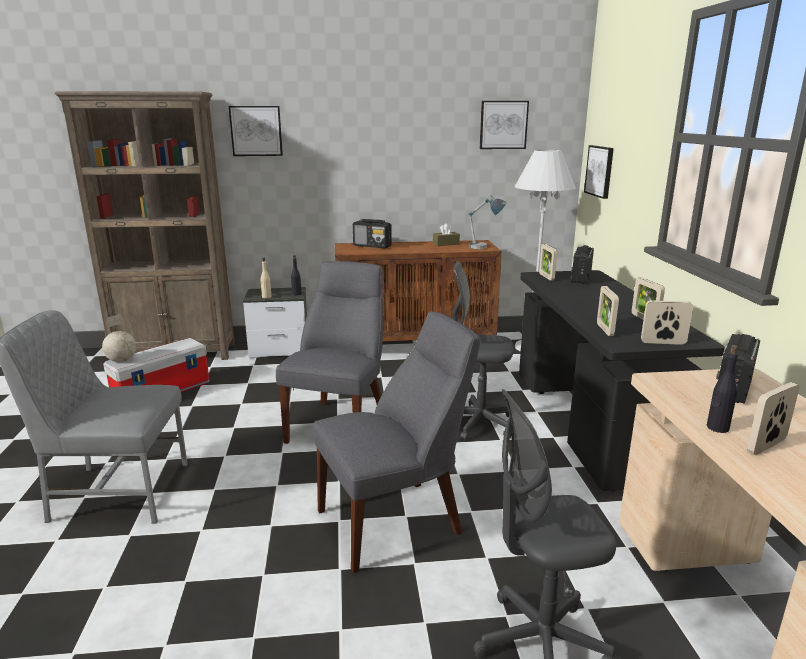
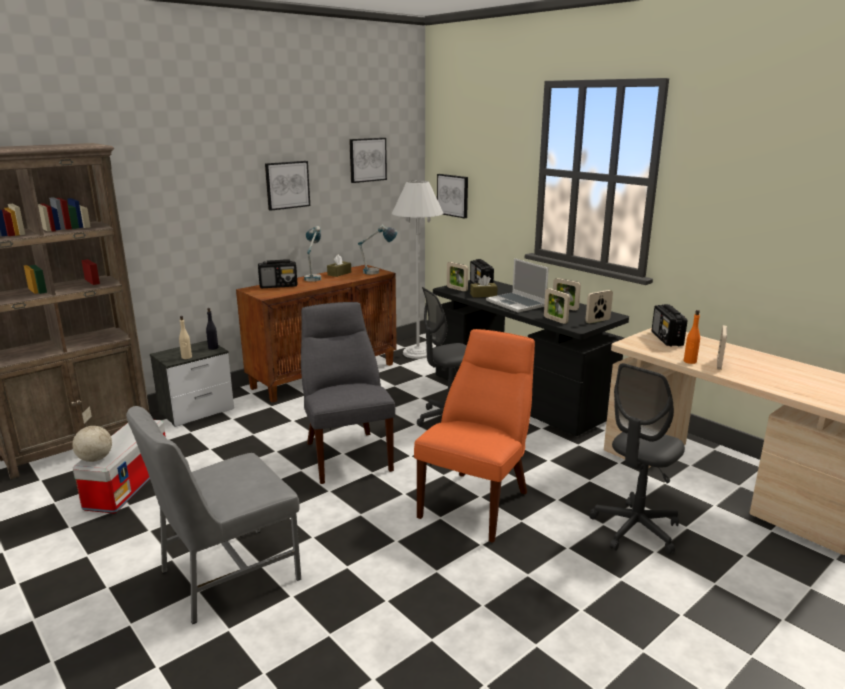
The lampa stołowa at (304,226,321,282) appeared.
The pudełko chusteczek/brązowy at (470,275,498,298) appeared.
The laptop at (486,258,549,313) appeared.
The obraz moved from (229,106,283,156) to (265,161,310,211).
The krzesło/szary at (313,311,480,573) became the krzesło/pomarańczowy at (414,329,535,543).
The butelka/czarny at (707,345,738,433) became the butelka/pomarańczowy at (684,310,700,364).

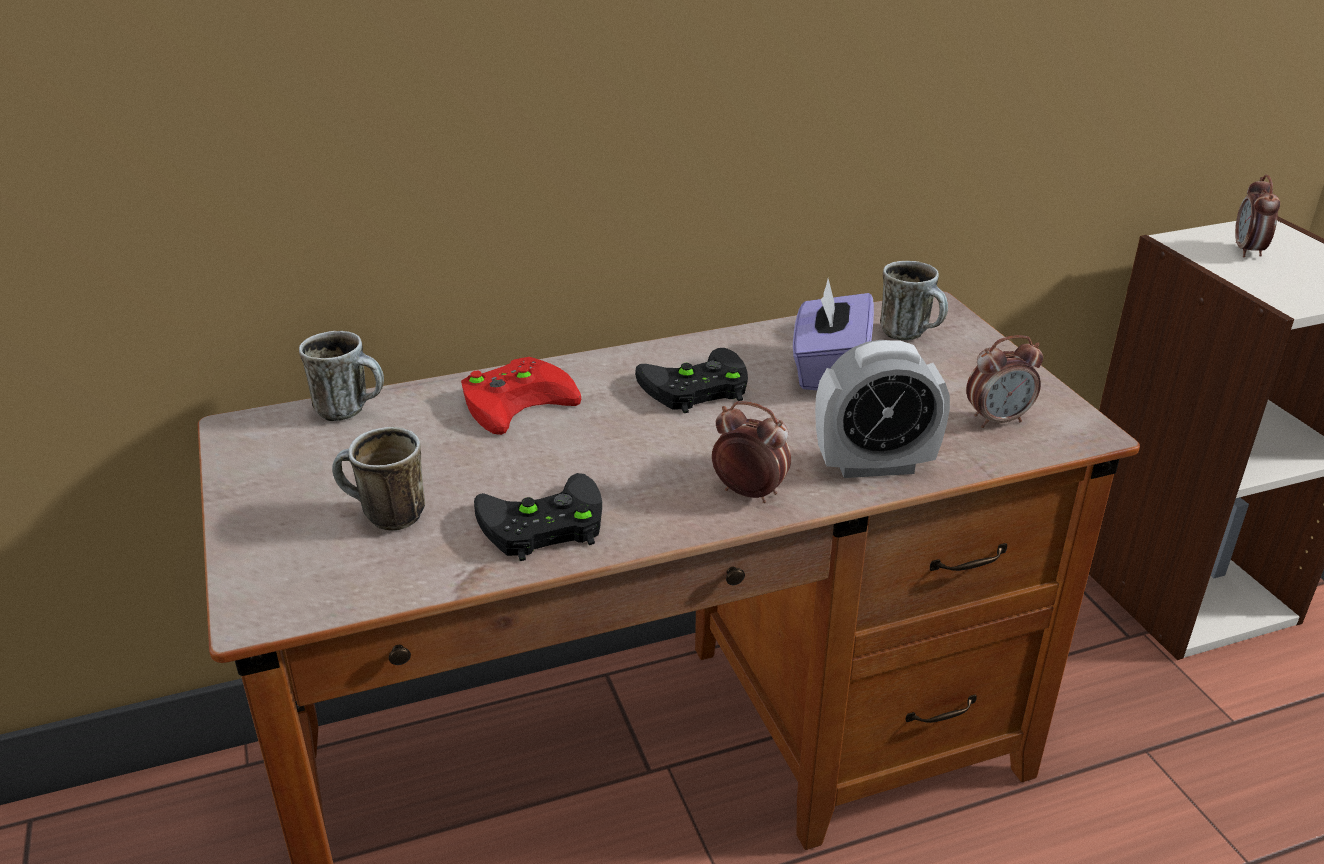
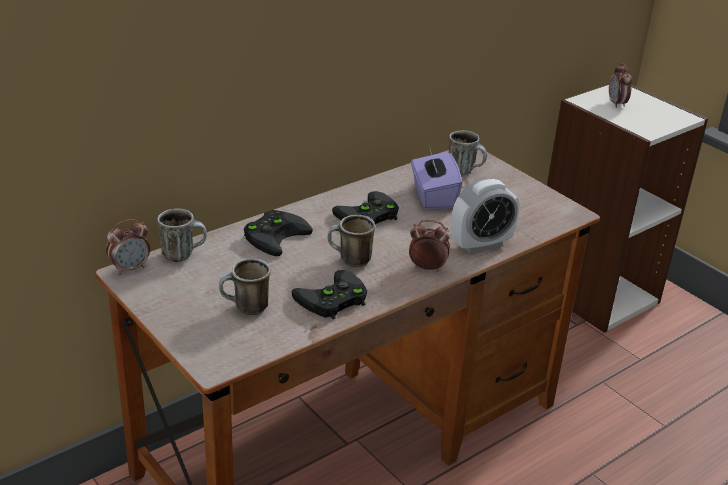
The kubek at (327,215,375,268) appeared.
The budzik moved from (966,335,1043,428) to (106,219,150,275).
The pad do gier/czerwony at (461,357,581,435) became the pad do gier/czarny at (244,210,313,256).

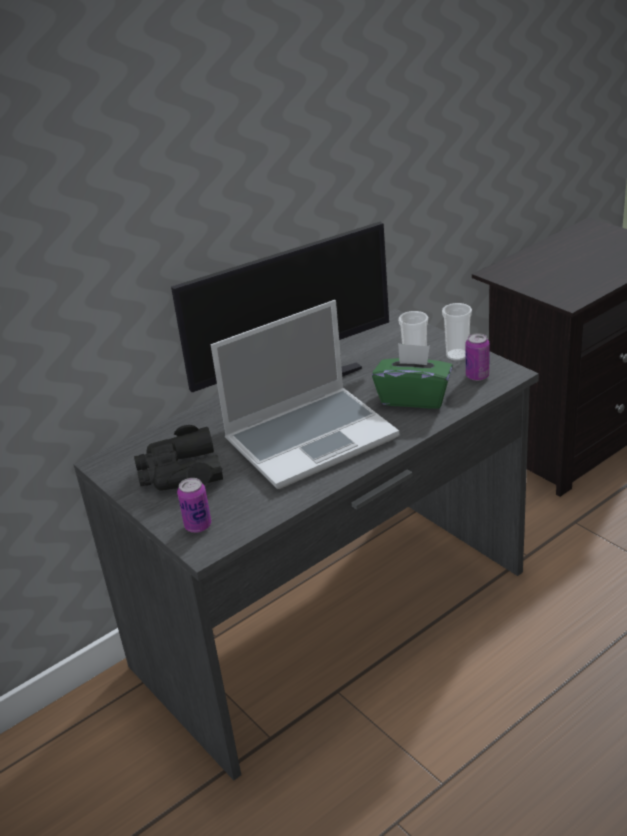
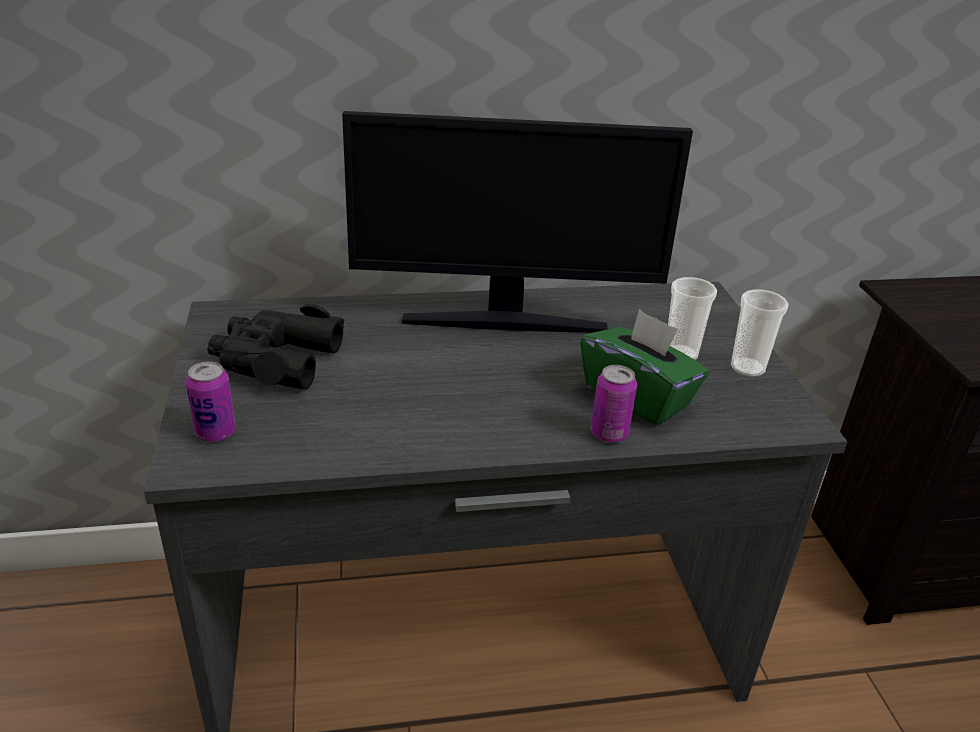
The laptop at (211,300,399,489) disappeared.
The puszka moved from (466,333,490,381) to (591,365,637,443).

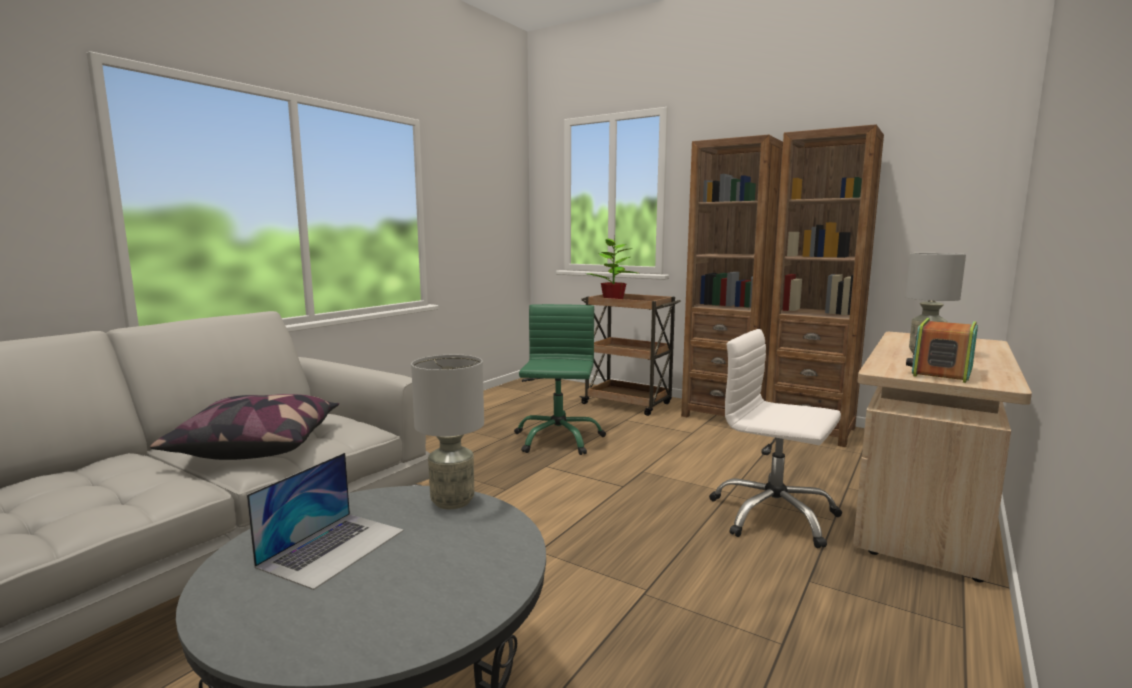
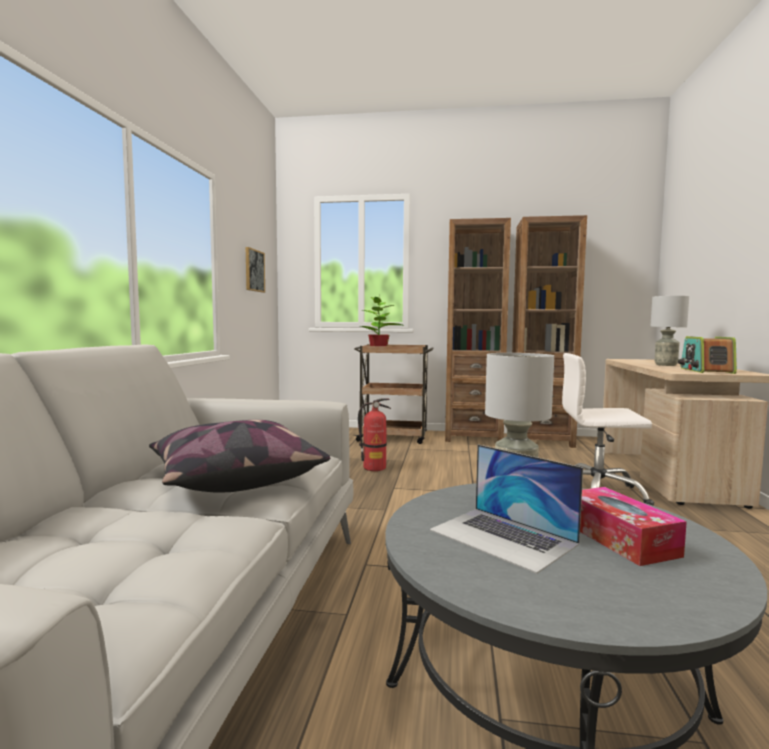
The obraz at (246,247,265,293) appeared.
The pudełko chusteczek at (580,487,687,566) appeared.
The krzesło biurowe/zielony at (514,304,606,455) was replaced by the gaśnica at (358,398,391,471).
The laptop at (247,453,404,590) turned 135 degrees clockwise.

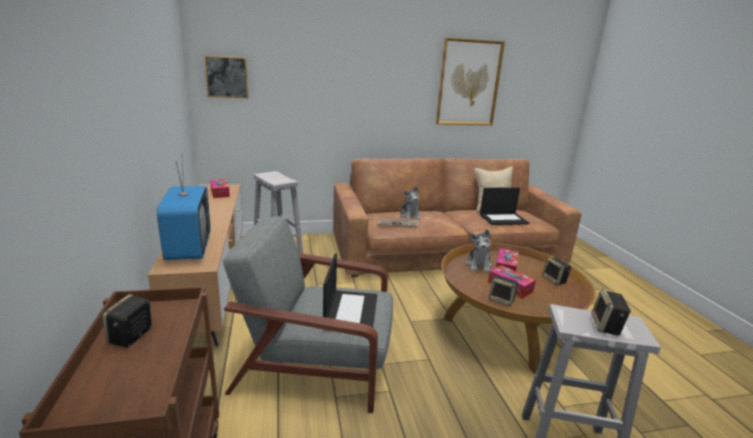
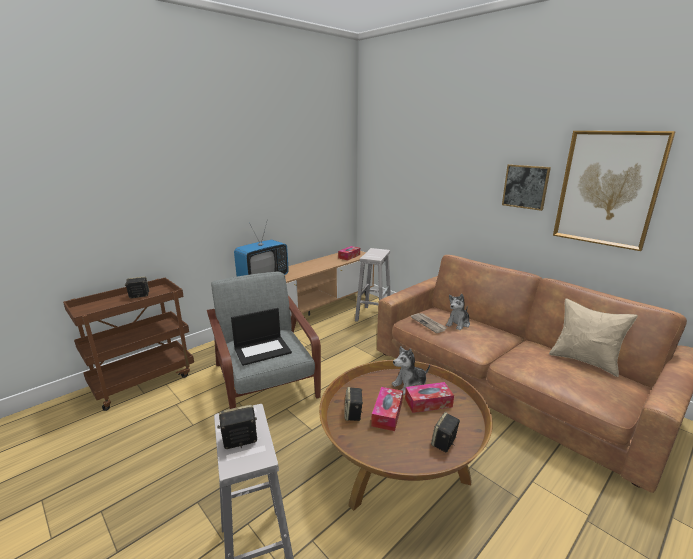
The laptop at (480,187,529,225) disappeared.
The obraz moved from (204,55,249,98) to (502,164,551,211).

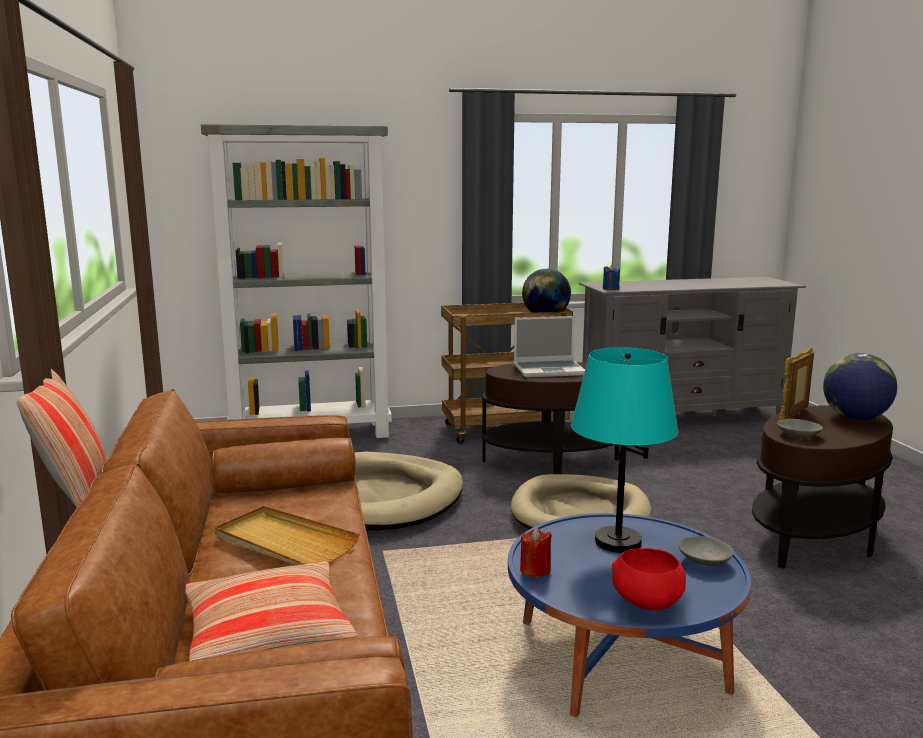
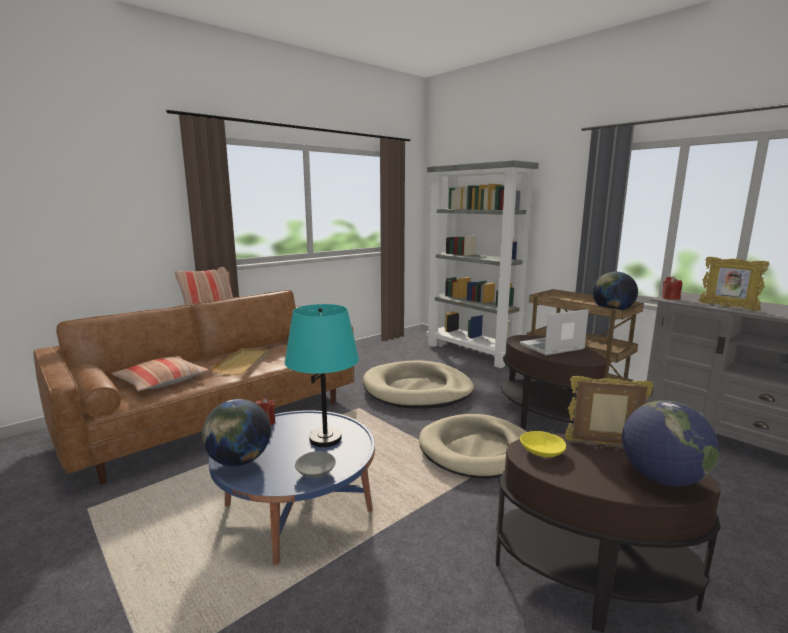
The ramka na zdjęcie at (699,257,769,311) appeared.
The miska/czerwony at (612,548,686,611) was replaced by the globus at (202,399,271,466).
The świeca/niebieski at (603,265,620,290) became the świeca/czerwony at (662,276,683,300).
The miska/szary at (777,419,823,438) became the miska/żółty at (520,431,566,457).
The laptop at (514,316,585,378) turned 105 degrees clockwise.

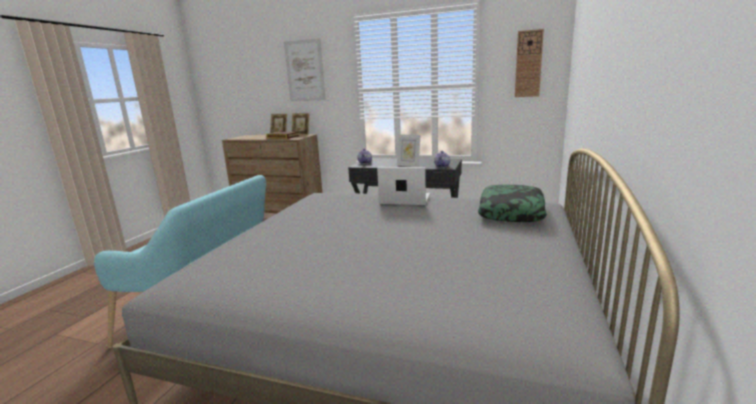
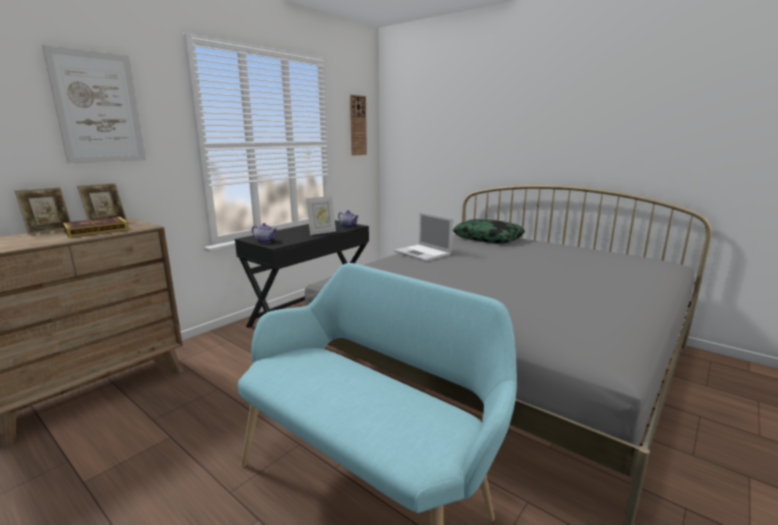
The laptop at (377,167,430,205) turned 75 degrees counterclockwise.

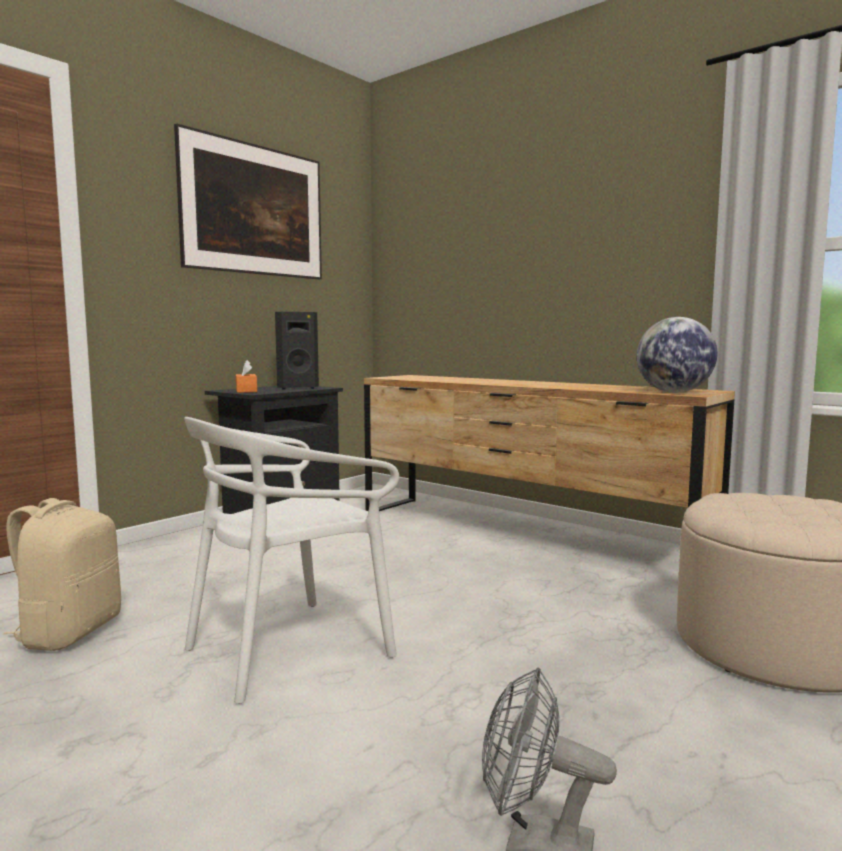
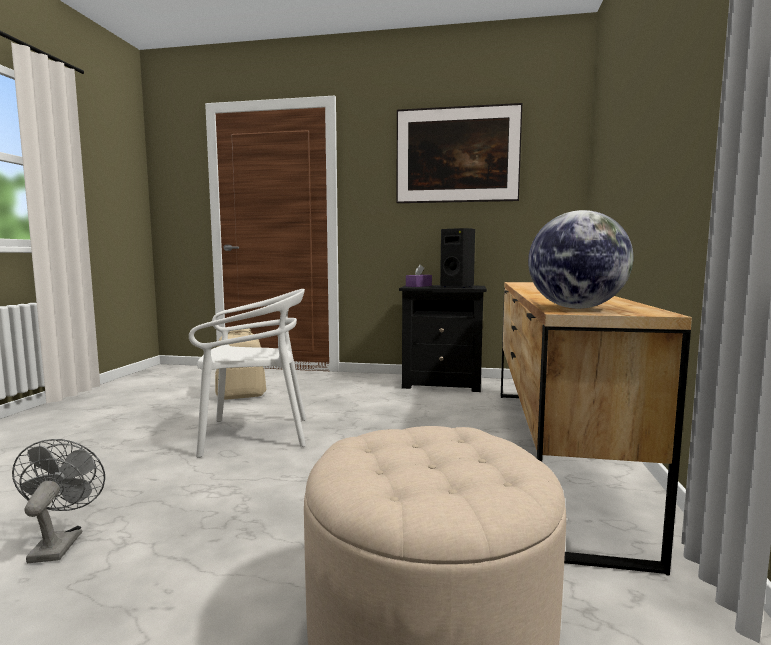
The pudełko chusteczek/pomarańczowy at (236,360,257,393) became the pudełko chusteczek/fioletowy at (406,264,432,287).
The krzesło/biały at (184,417,399,704) turned 150 degrees clockwise.

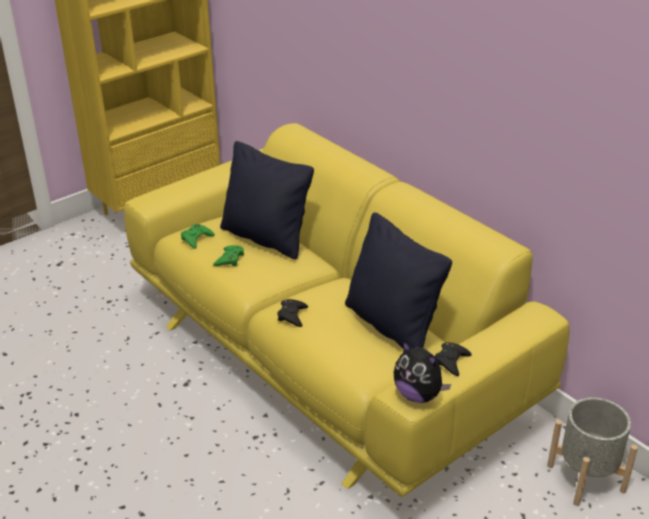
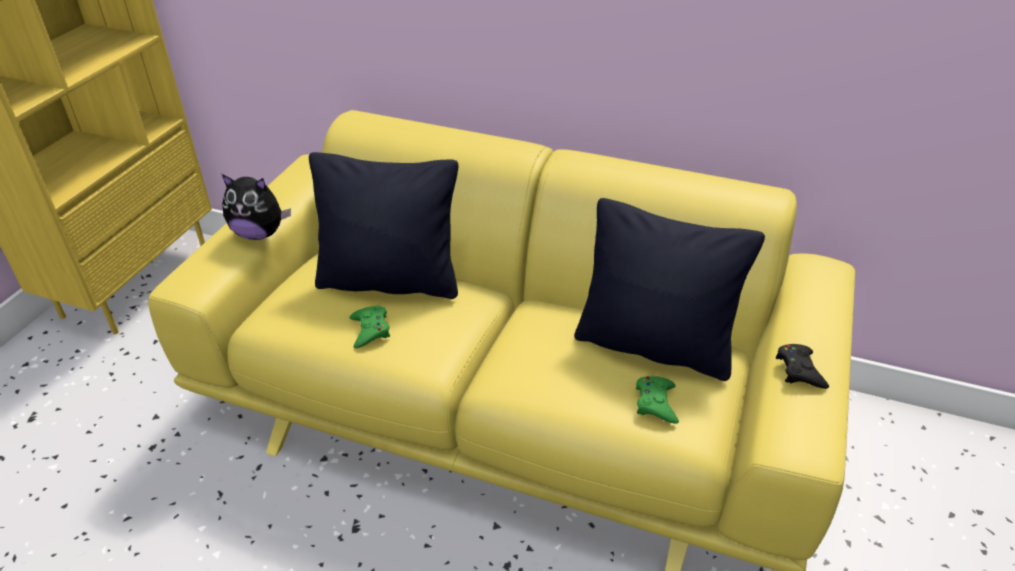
The pad do gier/czarny at (277,299,308,327) disappeared.
The donica/szary at (547,397,638,506) disappeared.
The pad do gier/zielony moved from (181,224,215,249) to (636,376,679,424).
The pluszak moved from (394,340,451,403) to (222,174,291,240).

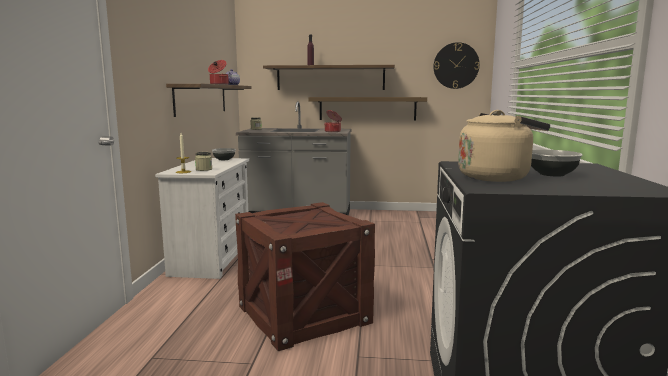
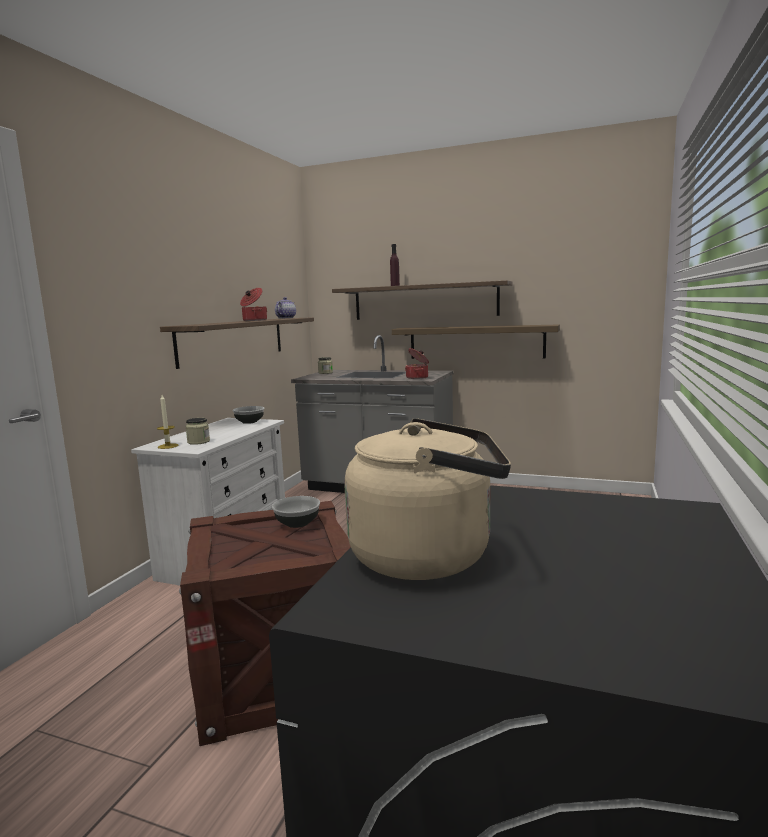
The zegar ścienny at (434,42,480,89) disappeared.
The miska moved from (531,150,583,176) to (272,496,320,528).

